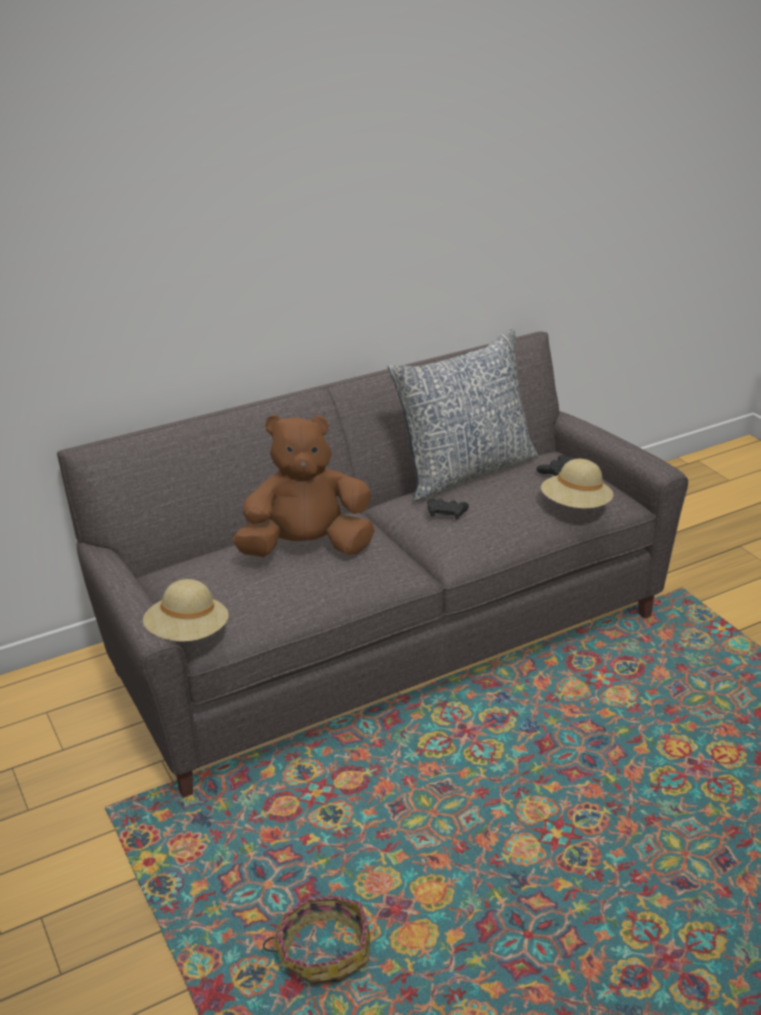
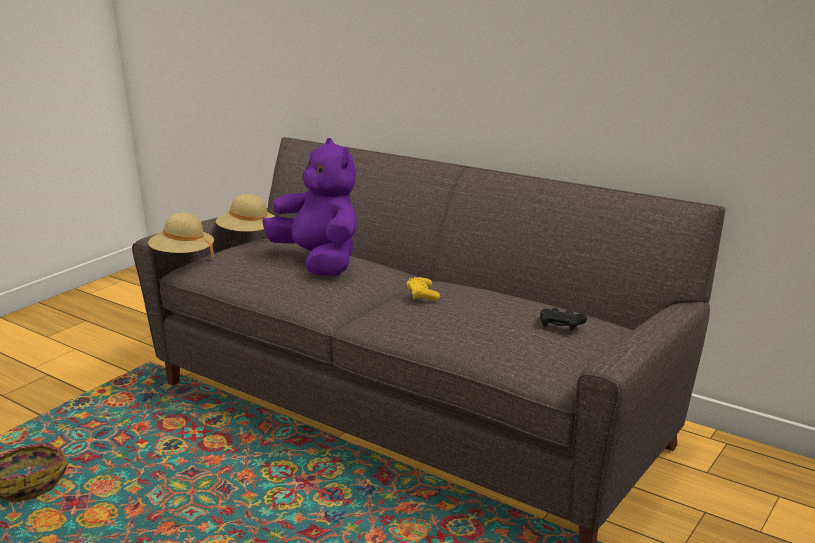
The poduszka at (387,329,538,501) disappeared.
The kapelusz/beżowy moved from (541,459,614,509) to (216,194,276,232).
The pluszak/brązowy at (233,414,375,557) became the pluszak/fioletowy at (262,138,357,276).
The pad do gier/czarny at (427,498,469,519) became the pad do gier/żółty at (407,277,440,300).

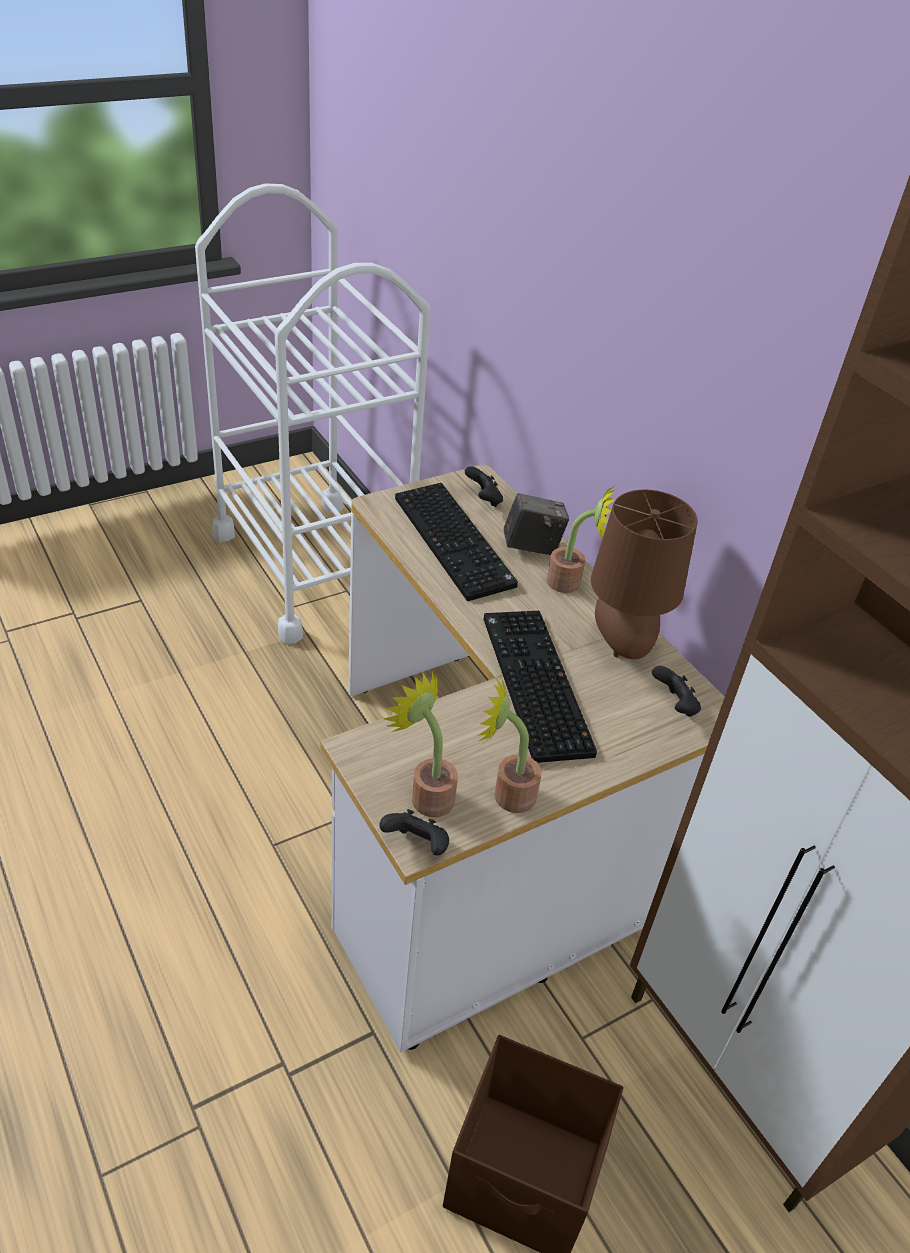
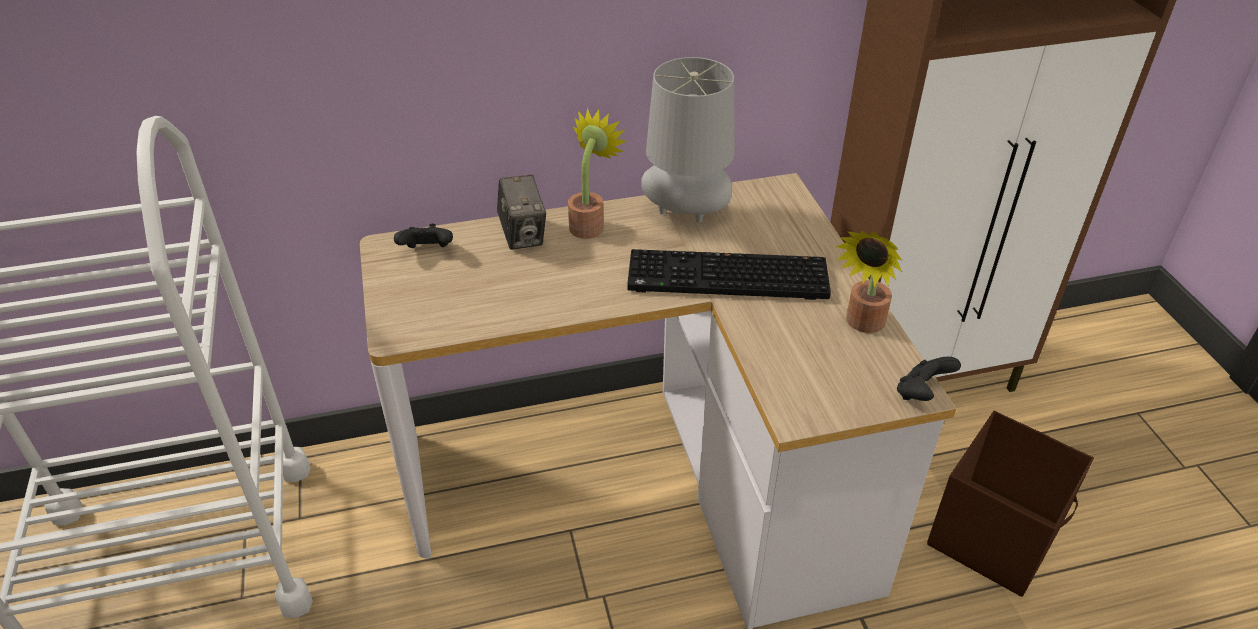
The roślina doniczkowa at (384,670,458,817) disappeared.
The klawiatura at (395,483,518,601) disappeared.
The pad do gier/czarny at (652,666,701,717) disappeared.
The lampa stołowa/brązowy at (591,489,698,659) became the lampa stołowa/szary at (641,57,734,223).
The aparat fotograficzny at (503,493,569,555) turned 150 degrees clockwise.

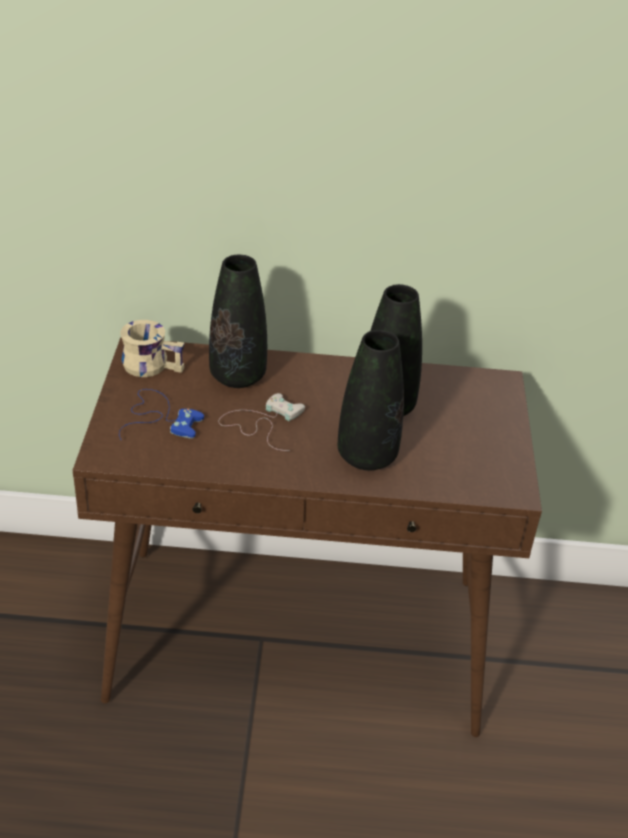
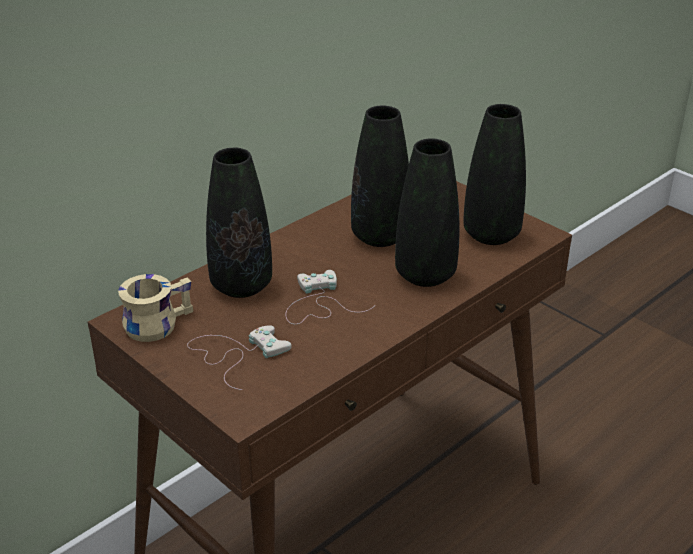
The wazon/czarny at (463,104,526,245) appeared.
The pad do gier/niebieski at (119,389,204,441) became the pad do gier/biały at (187,325,292,390).

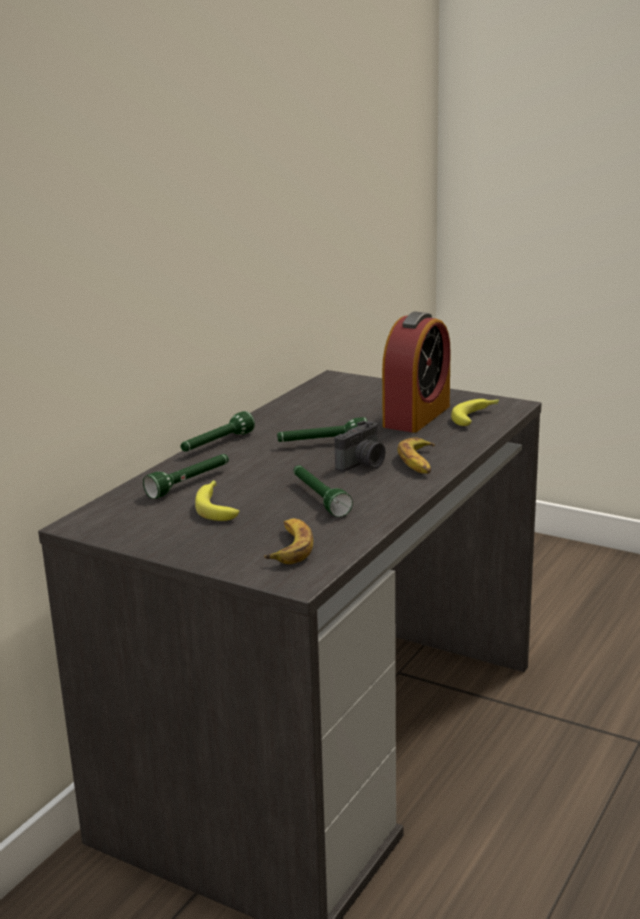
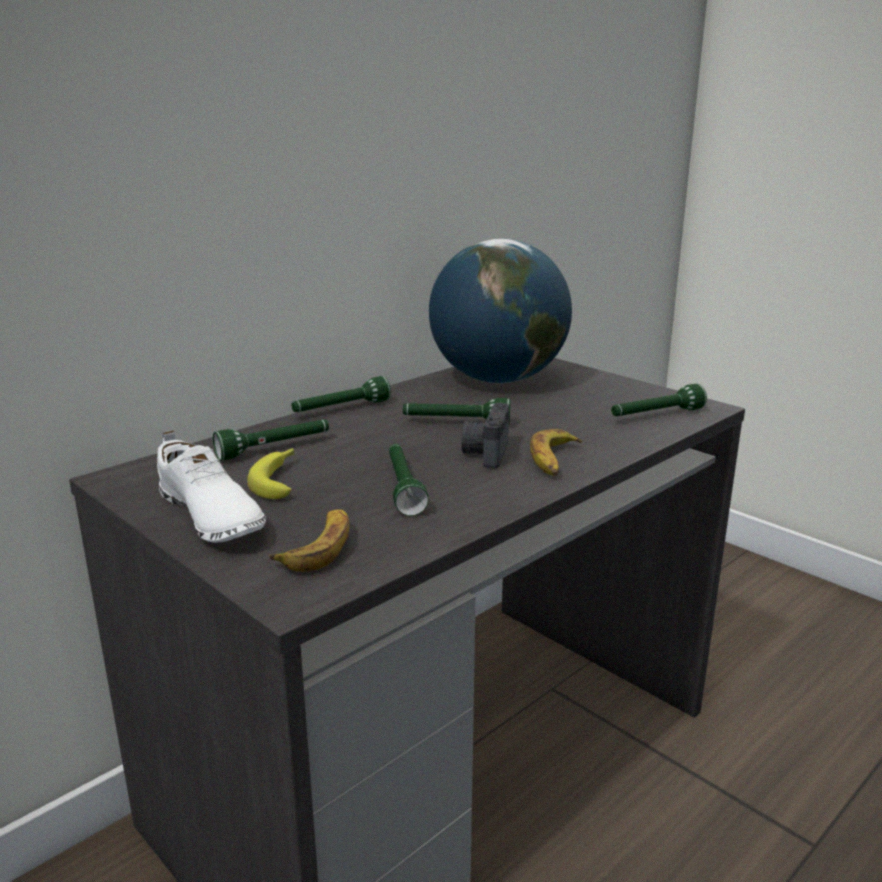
The budzik at (382,311,451,433) disappeared.
The but/biały at (157,430,266,543) appeared.
The globus at (429,239,572,383) appeared.
The banan at (451,399,499,426) was replaced by the latarka/zielony at (611,384,707,416).
The aparat fotograficzny at (335,420,386,472) turned 135 degrees clockwise.

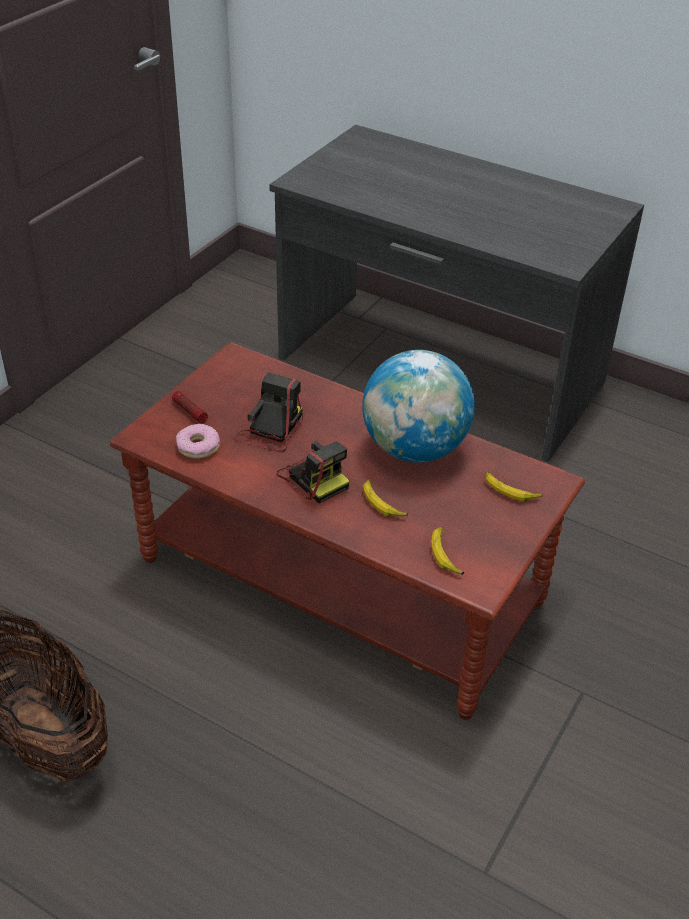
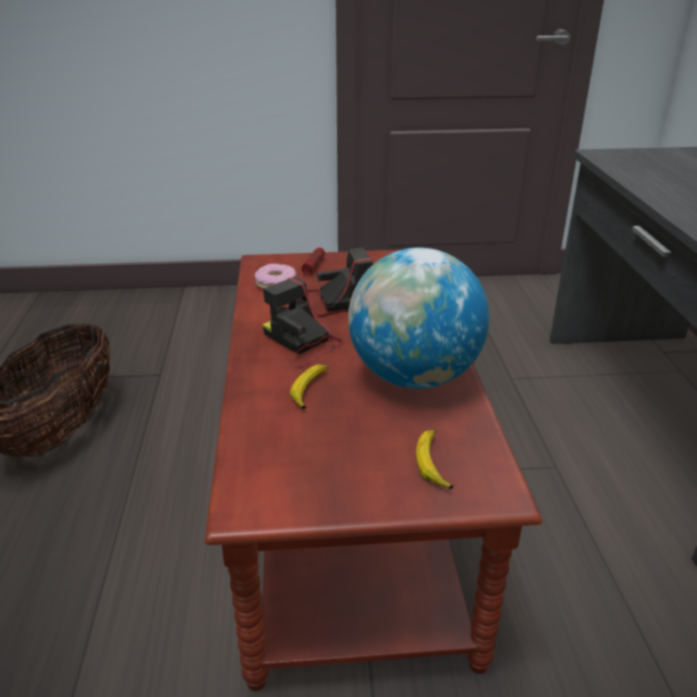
The banan at (431,527,464,575) disappeared.
The aparat fotograficzny at (277,440,350,503) turned 120 degrees clockwise.

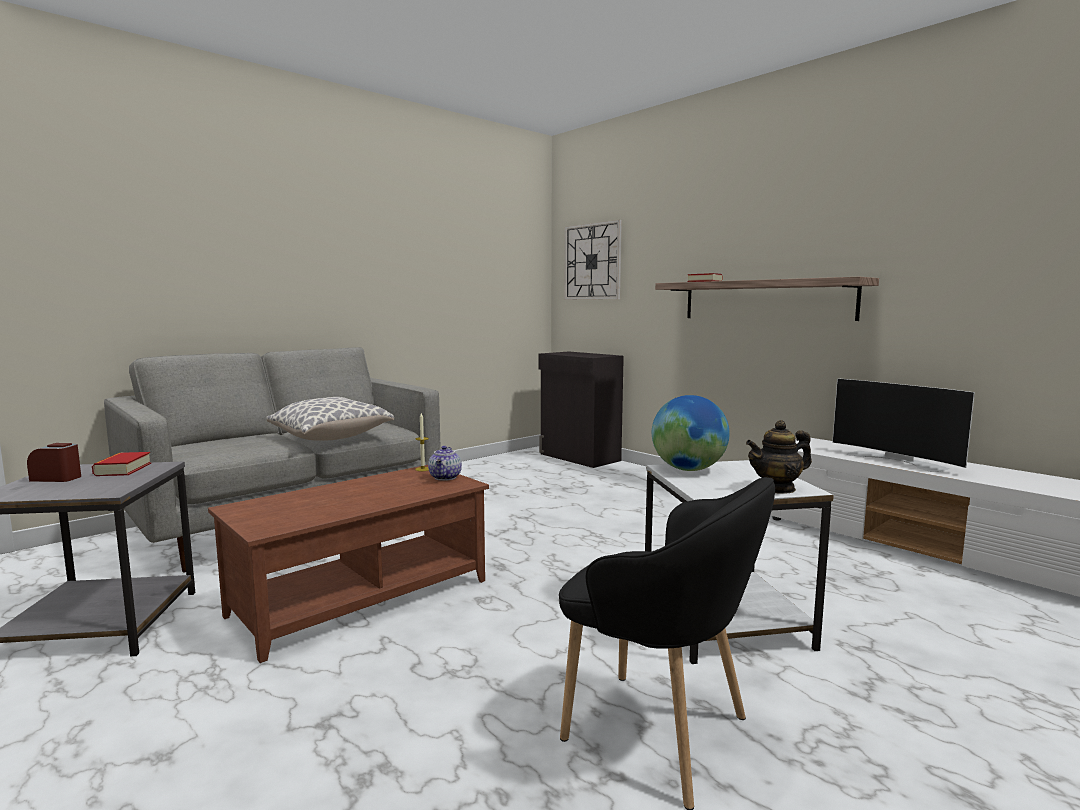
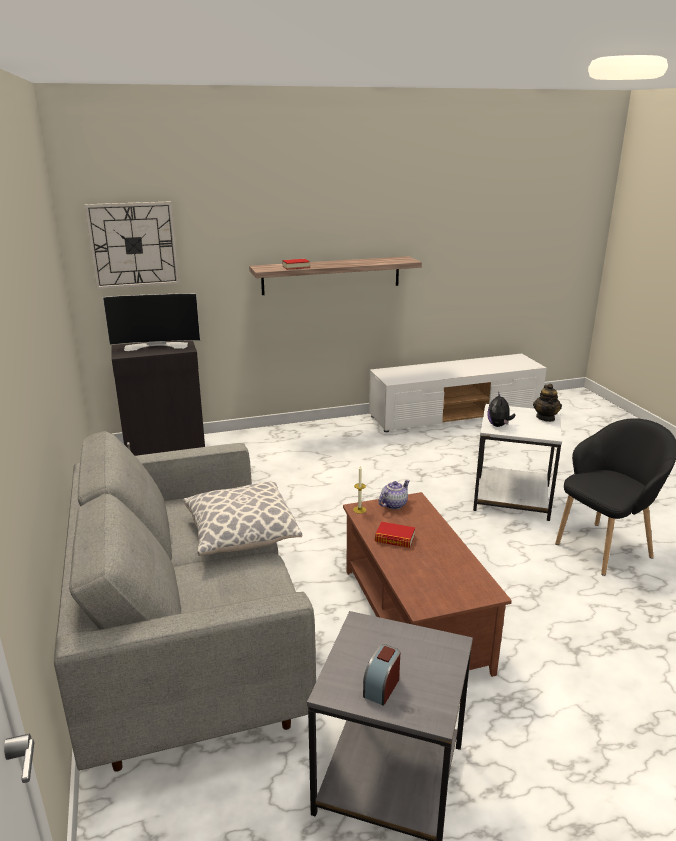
The książka moved from (92,452,151,476) to (375,522,415,548).
The telewizor moved from (832,378,975,472) to (103,293,200,351).
The globus at (652,395,730,471) was replaced by the pluszak at (487,391,515,427).
The imbryk at (428,446,462,481) turned 75 degrees counterclockwise.

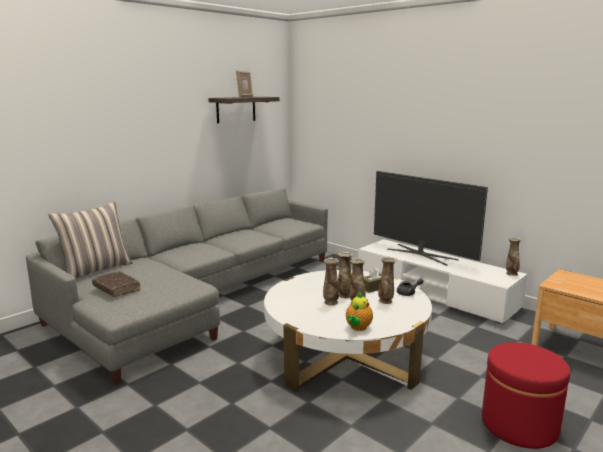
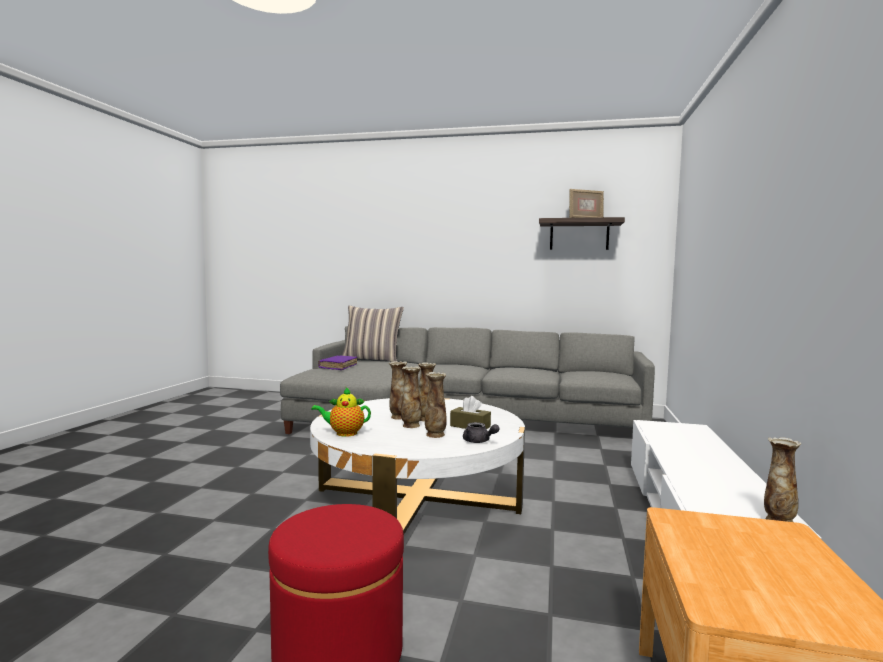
The telewizor at (374,171,488,266) disappeared.
The książka/brązowy at (92,271,141,297) became the książka/fioletowy at (318,356,357,370).

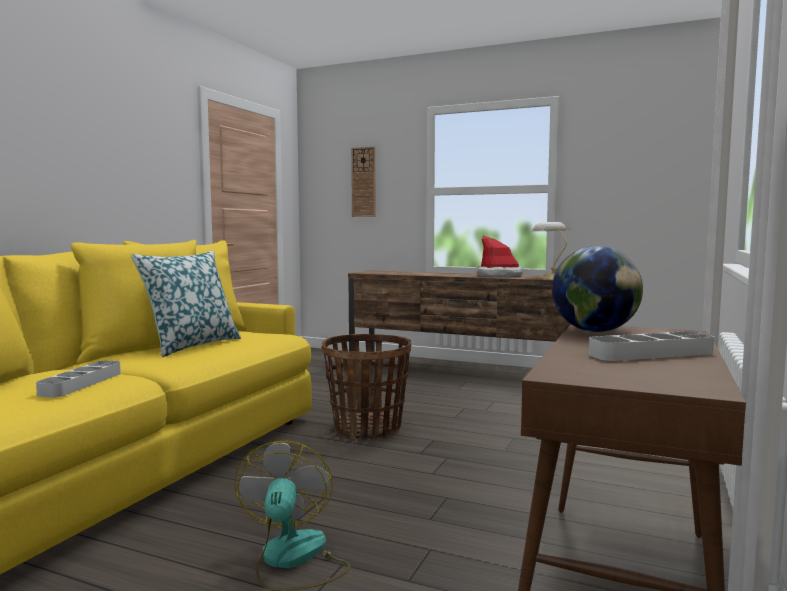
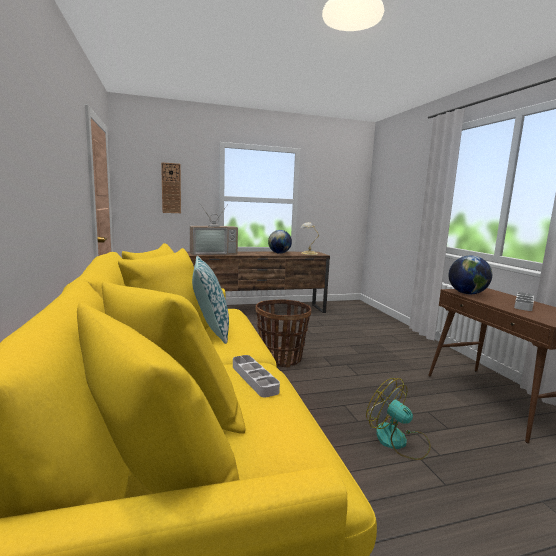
The telewizor at (190,204,238,255) appeared.
The kapelusz at (477,236,523,278) was replaced by the globus at (268,230,292,254).

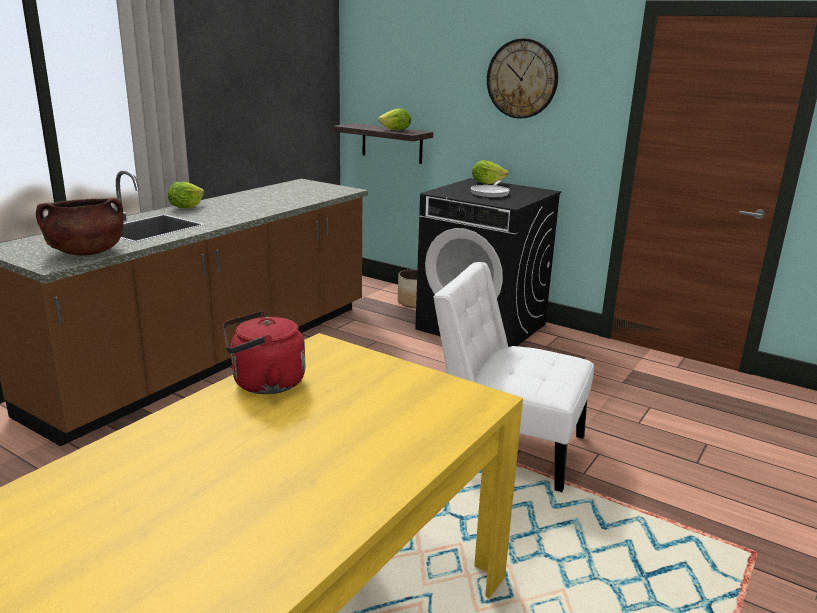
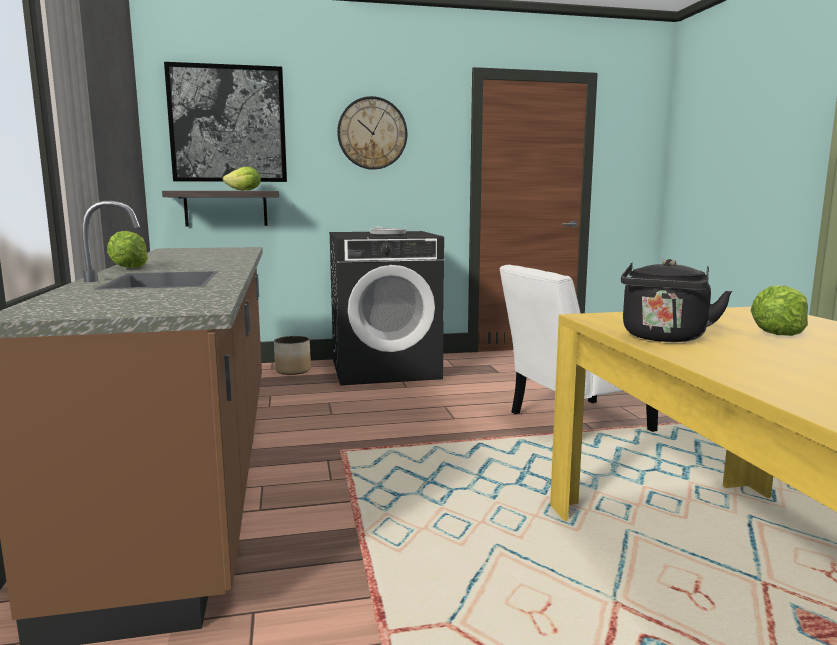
The garnek/brązowy at (36,198,123,255) disappeared.
The obraz at (164,62,287,182) appeared.
The sałata moved from (472,160,508,184) to (750,286,808,336).
The czajnik/czerwony at (223,311,305,394) became the czajnik/czarny at (621,259,732,342).

